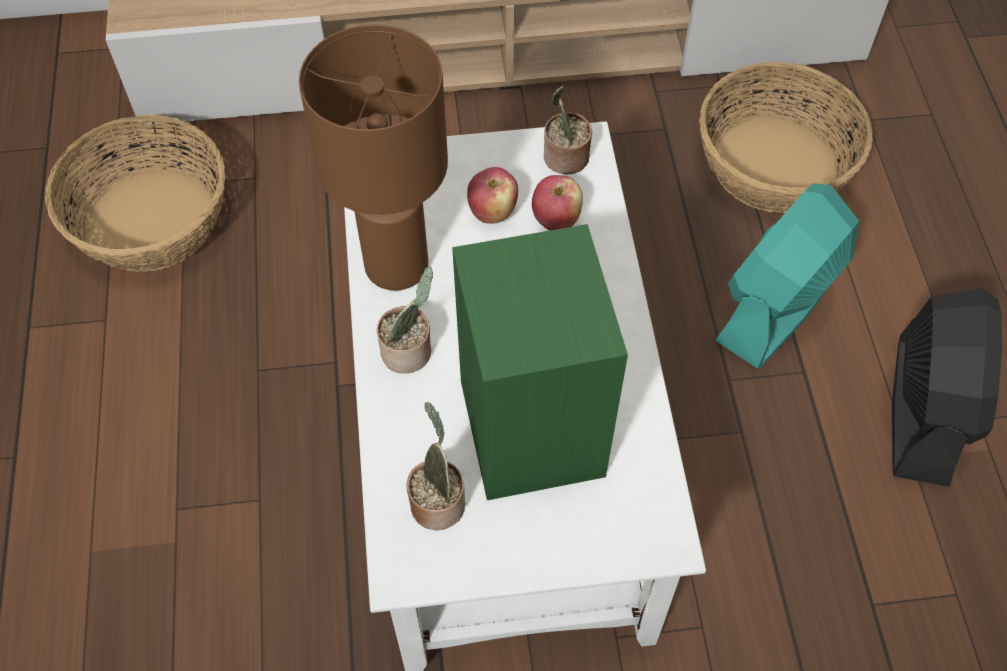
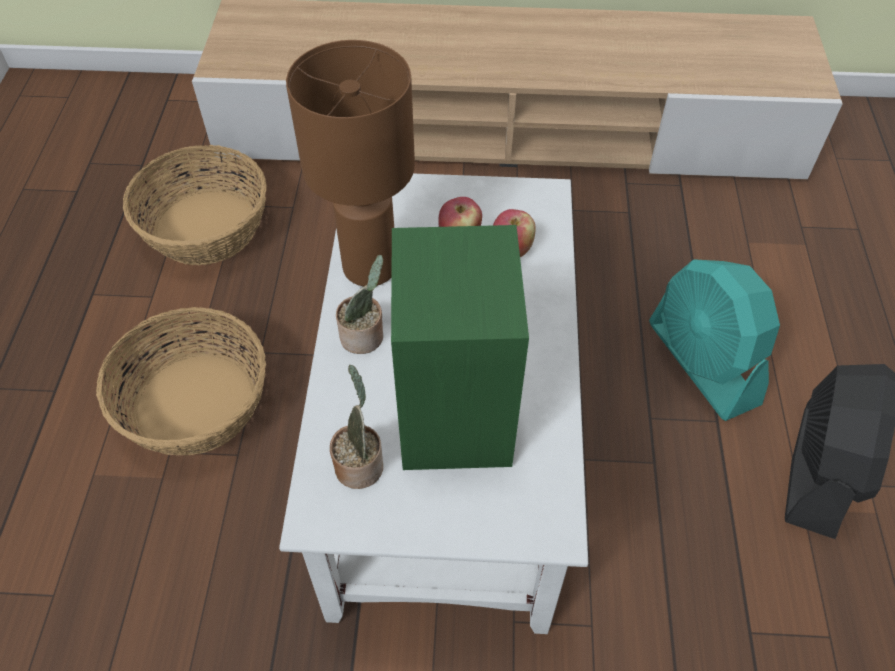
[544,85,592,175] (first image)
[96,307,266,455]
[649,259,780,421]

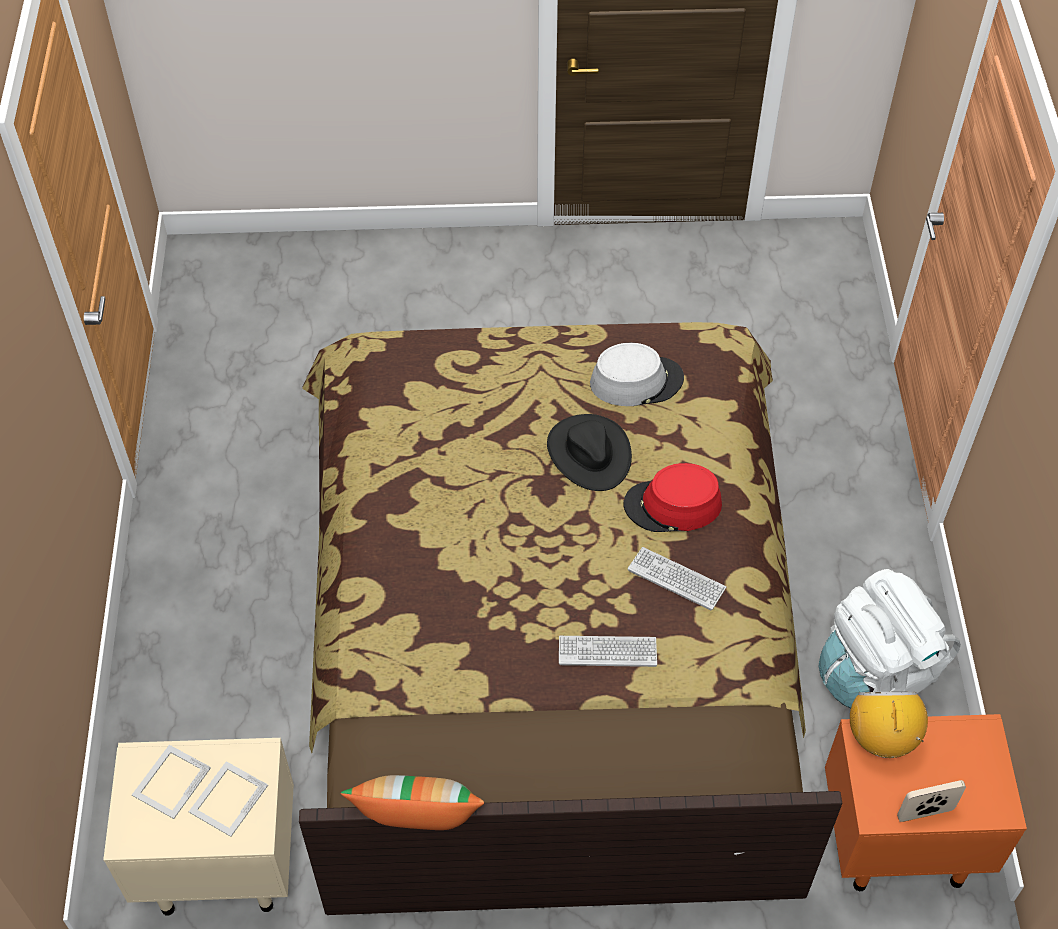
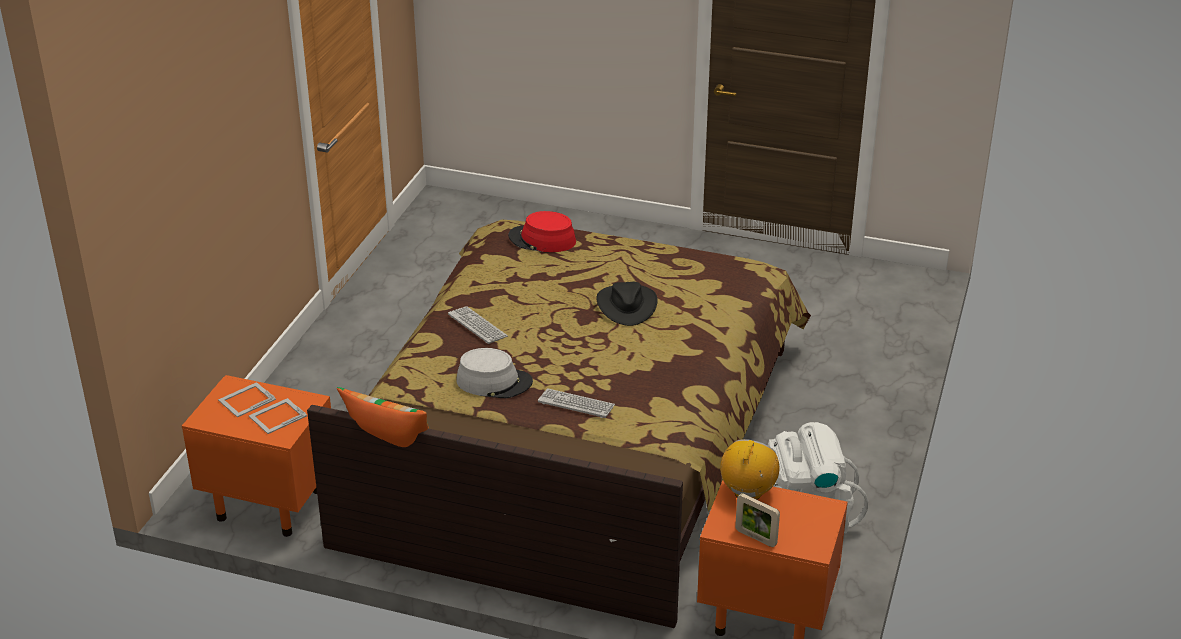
[182,375,331,537]
[456,348,533,398]
[508,211,576,252]
[448,306,508,344]
[735,493,780,547]

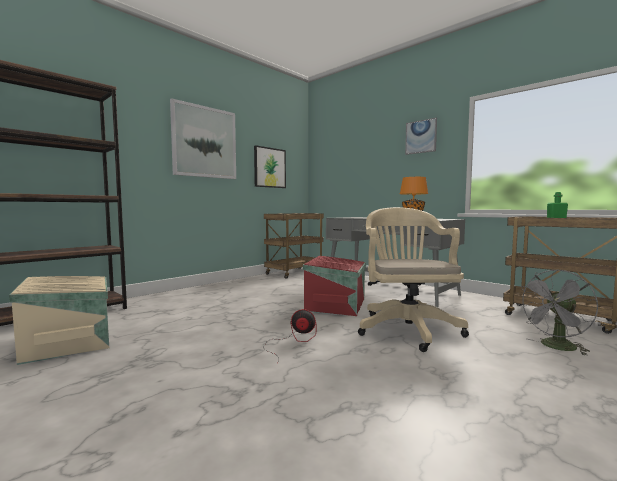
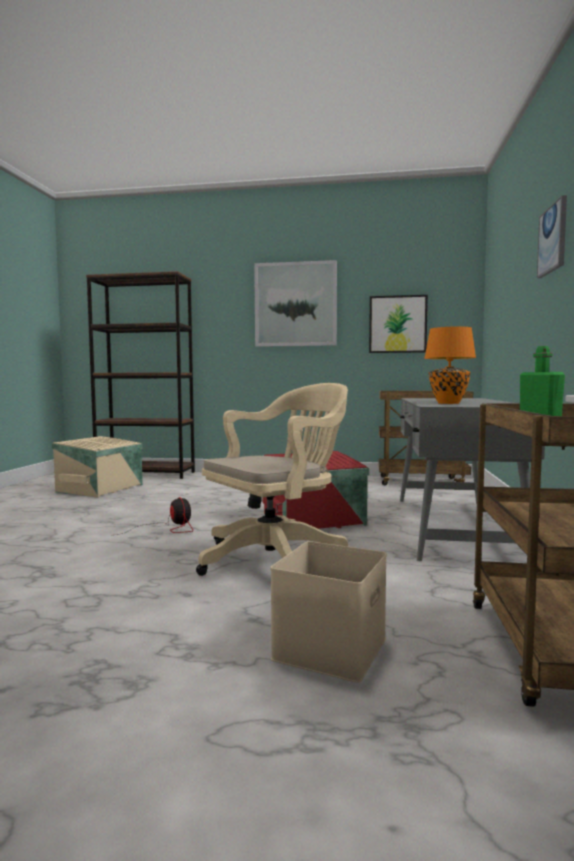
[270,541,387,683]

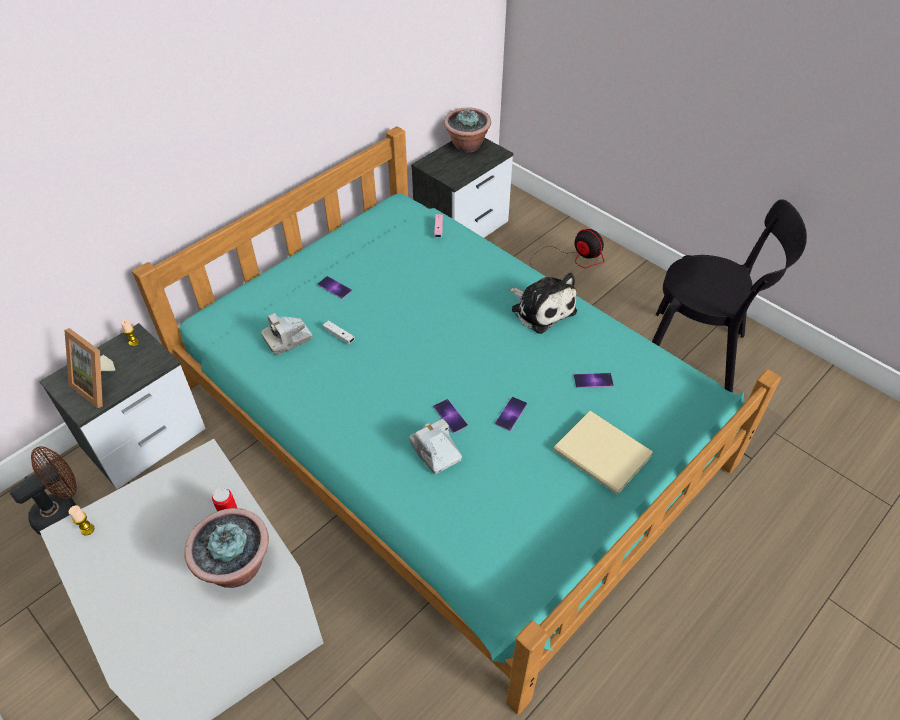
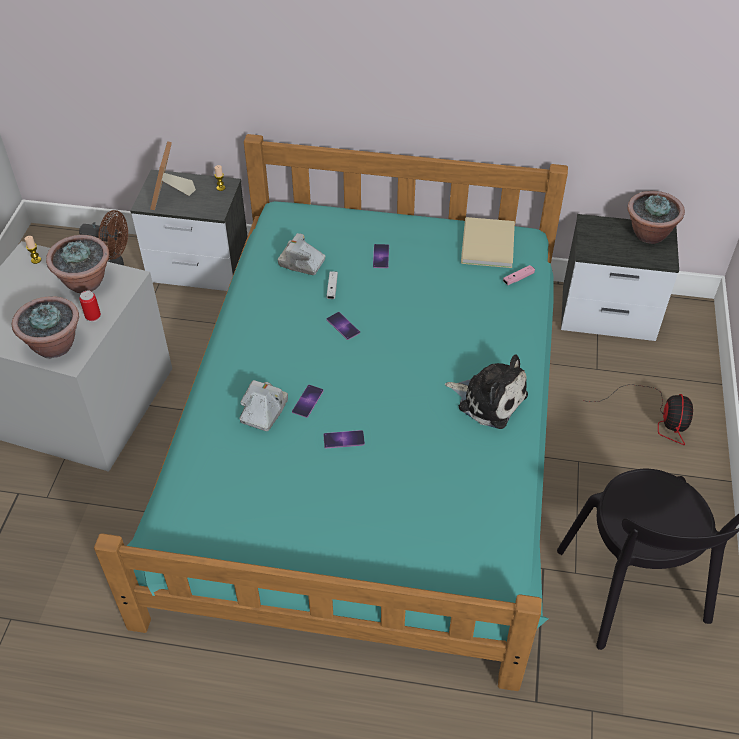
[445,354,528,429]
[461,217,515,268]
[326,312,360,340]
[46,235,109,293]

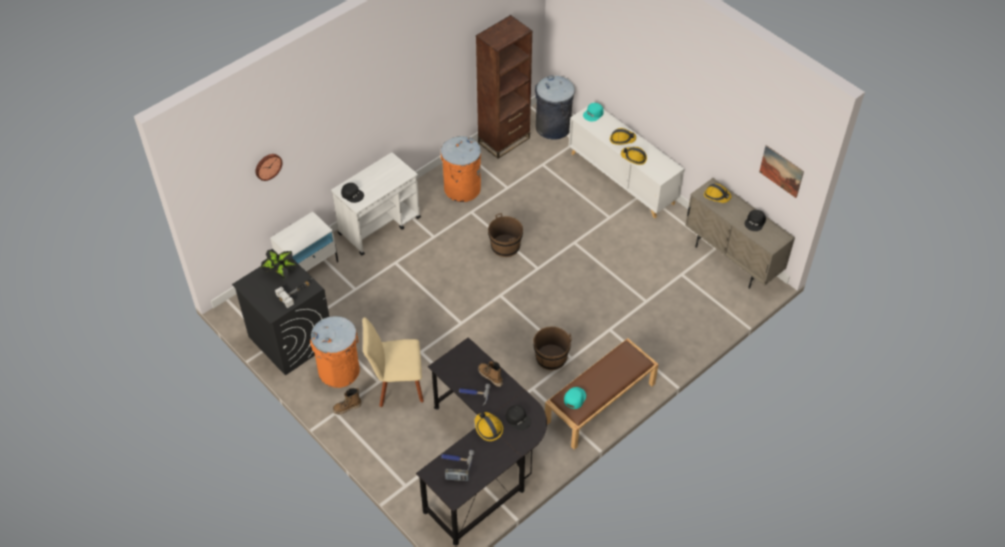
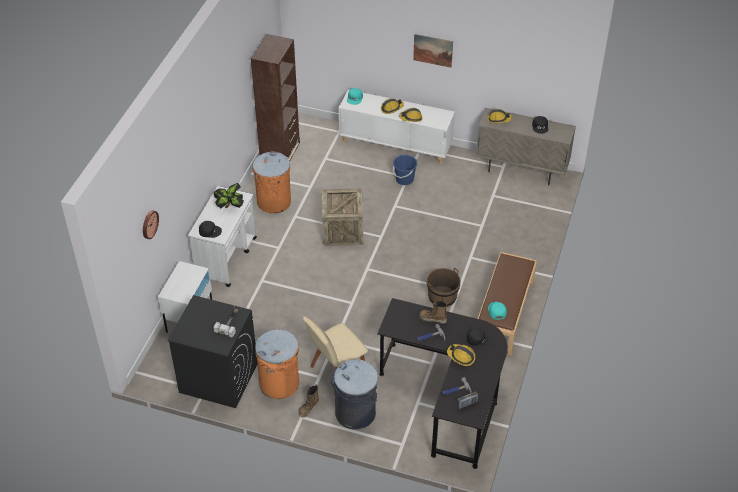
[214,183,244,208]
[322,188,363,246]
[330,359,378,429]
[413,34,453,68]
[393,155,418,185]

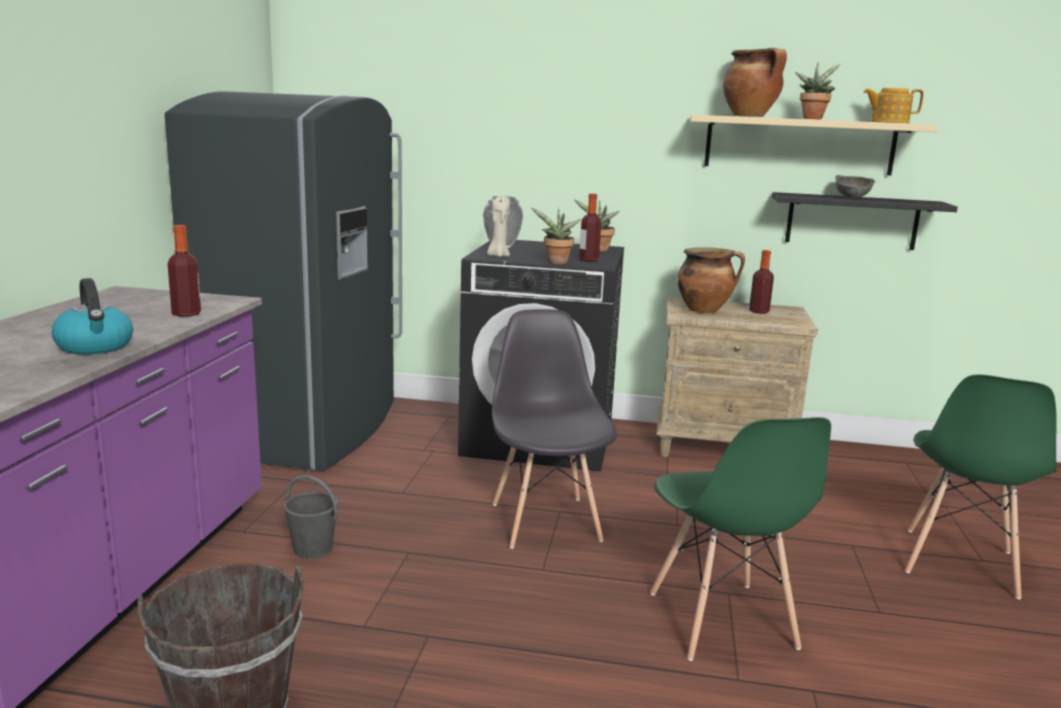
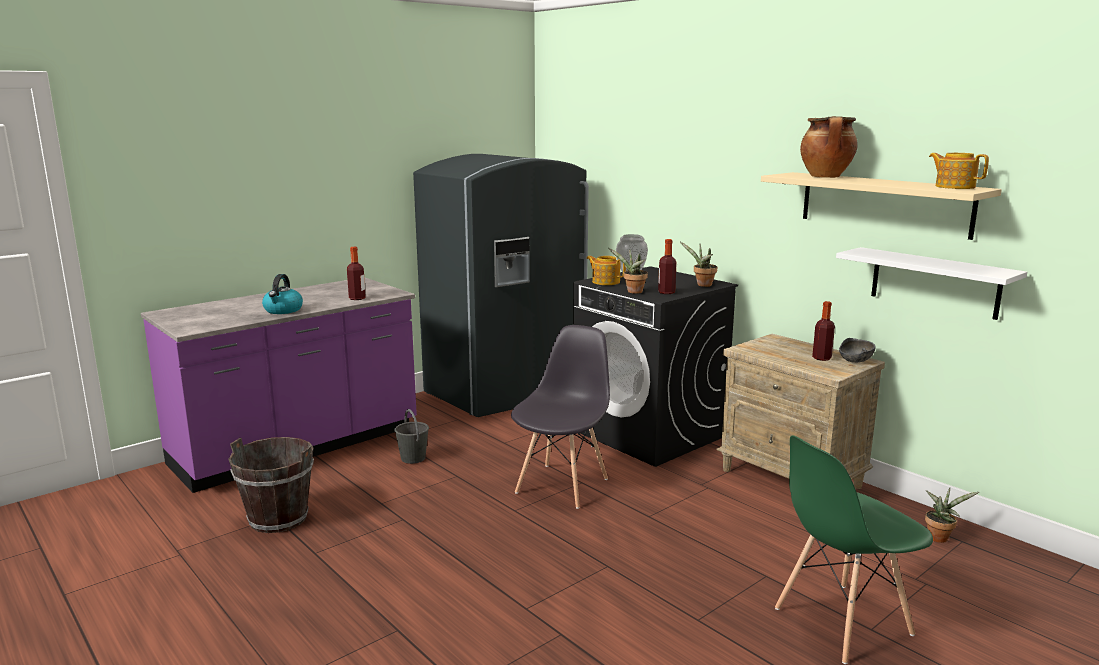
[586,256,626,285]
[650,417,831,661] (first image)
[677,248,745,313] (first image)
[836,247,1027,320]
[925,488,979,543]
[839,338,875,363]

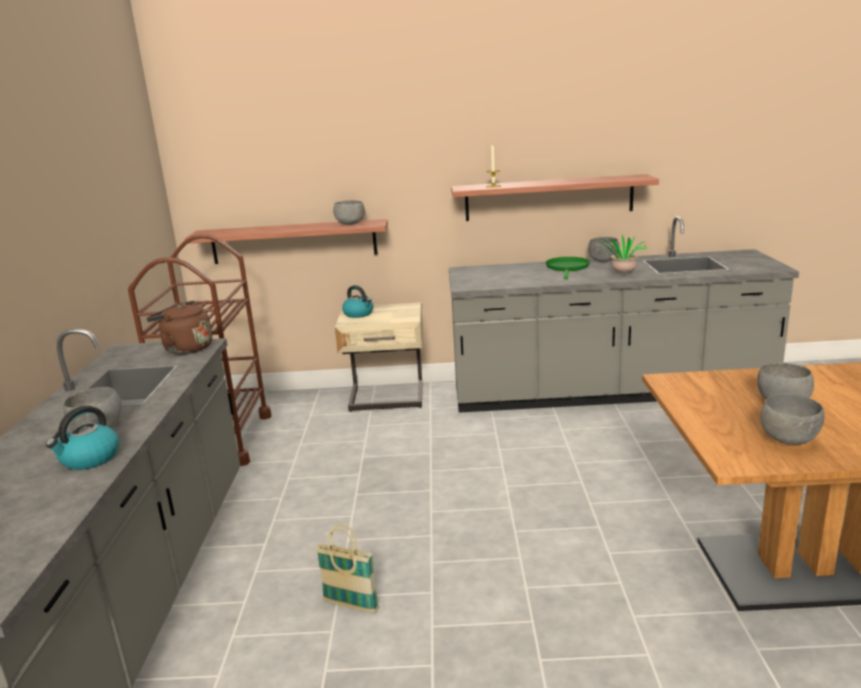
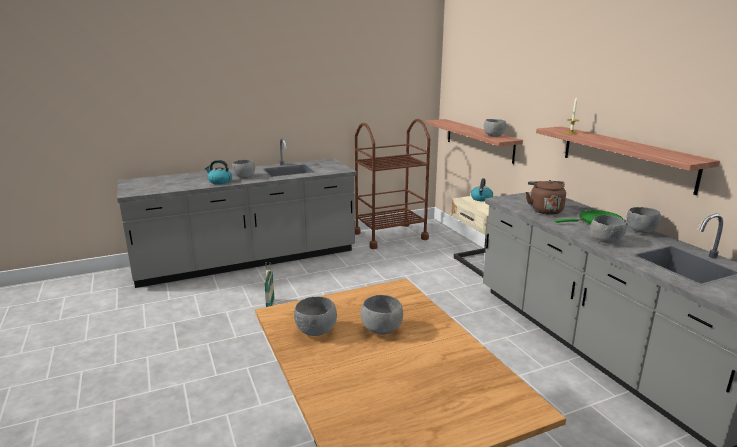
[526,180,566,215]
[590,215,626,243]

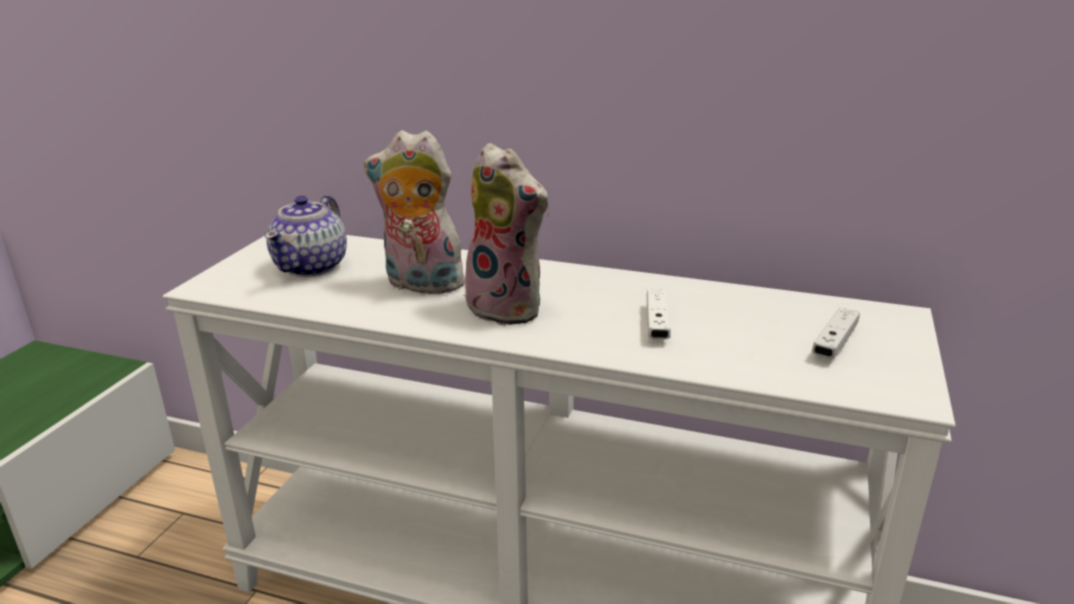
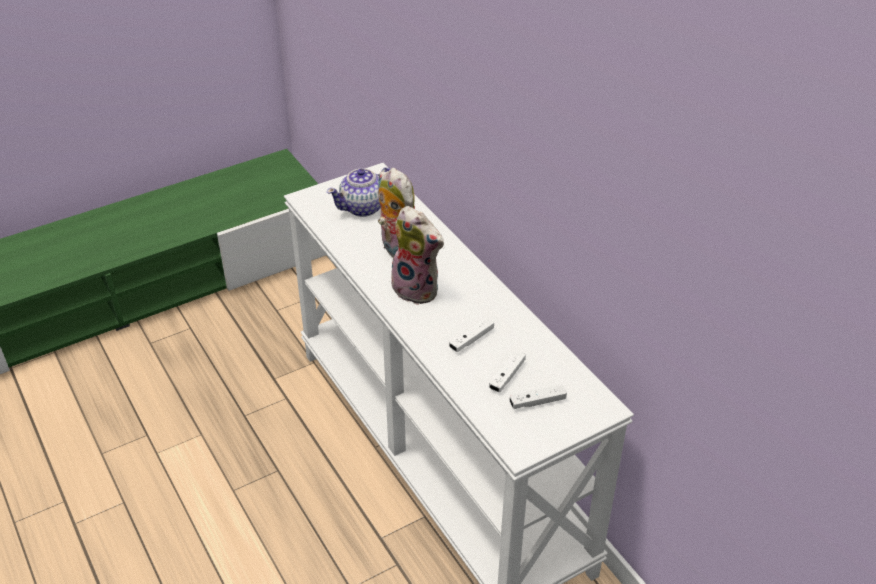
[391,206,444,305]
[489,350,526,392]

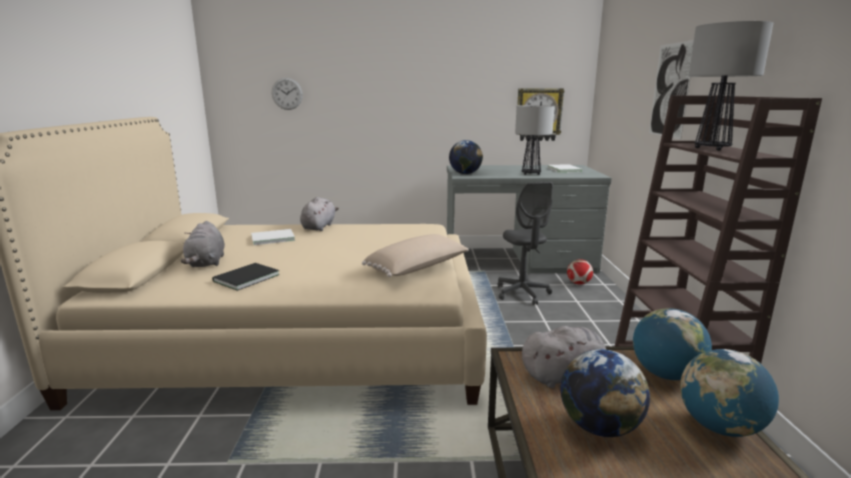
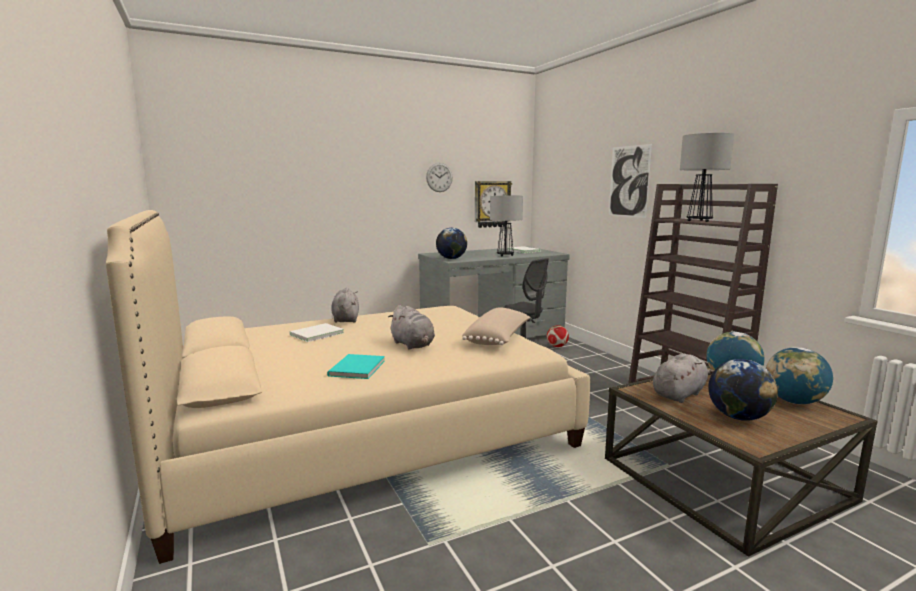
[388,305,435,350]
[327,354,385,379]
[426,163,453,192]

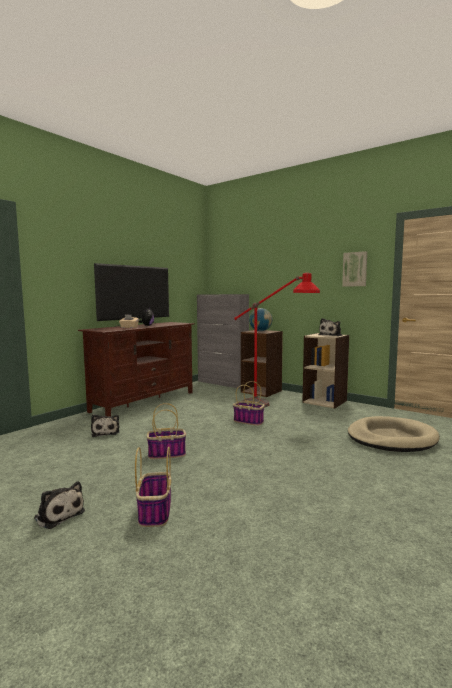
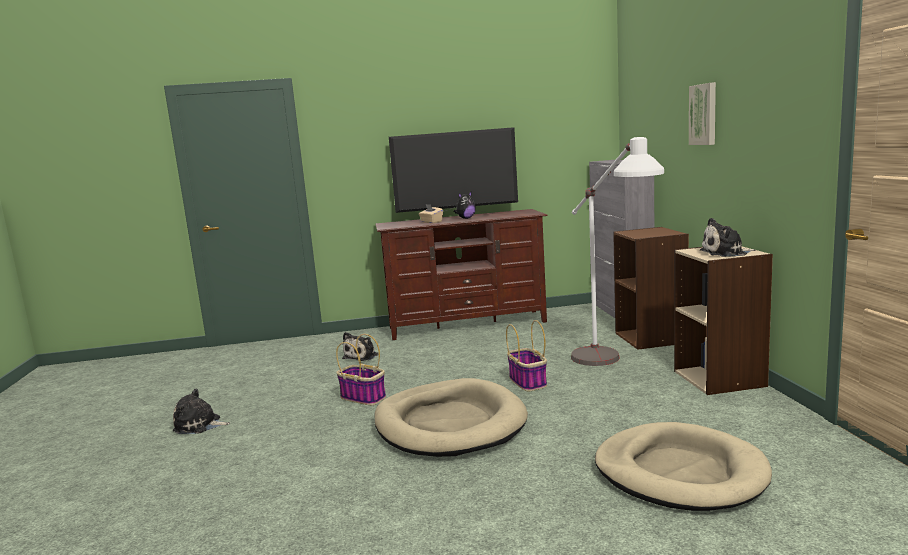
[173,388,230,434]
[135,447,172,527] (first image)
[571,137,664,366]
[249,308,272,331] (first image)
[689,82,716,145]
[374,378,528,457]

